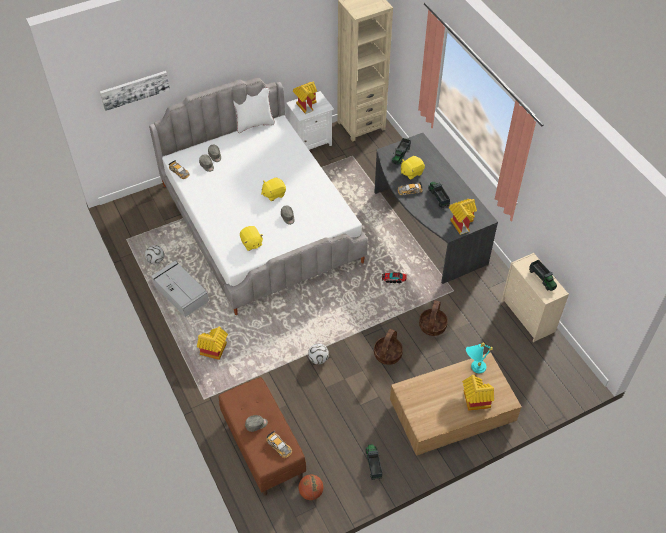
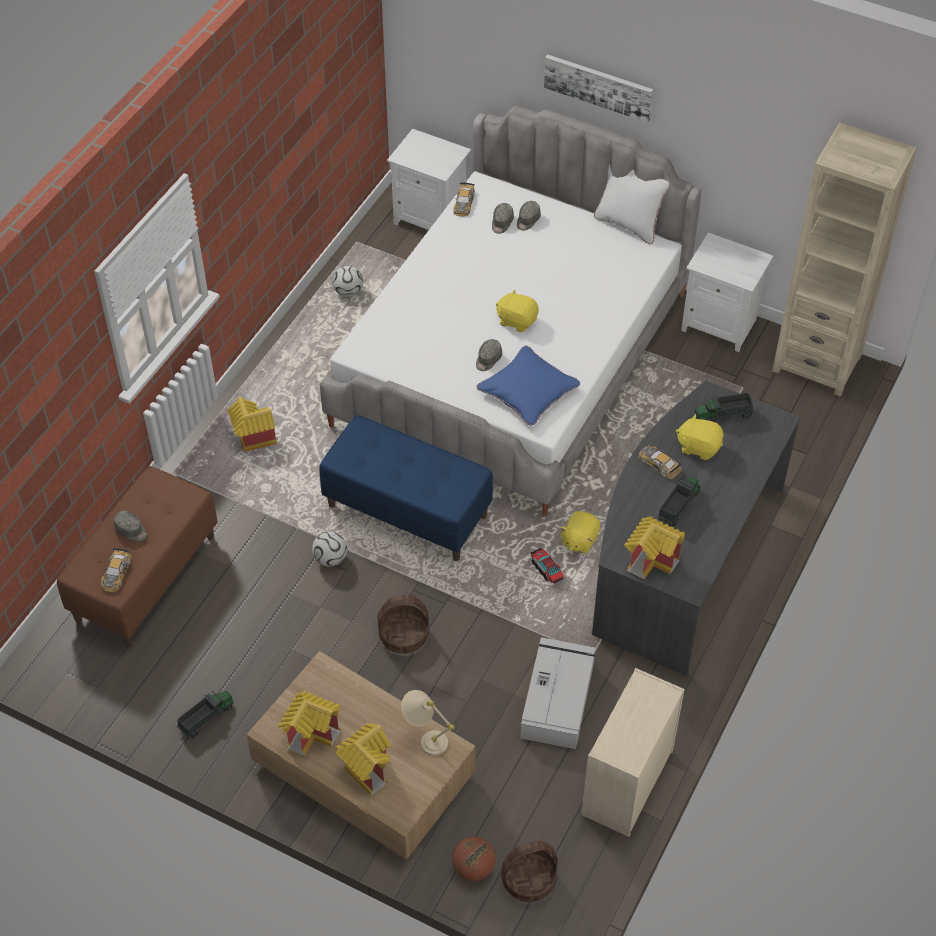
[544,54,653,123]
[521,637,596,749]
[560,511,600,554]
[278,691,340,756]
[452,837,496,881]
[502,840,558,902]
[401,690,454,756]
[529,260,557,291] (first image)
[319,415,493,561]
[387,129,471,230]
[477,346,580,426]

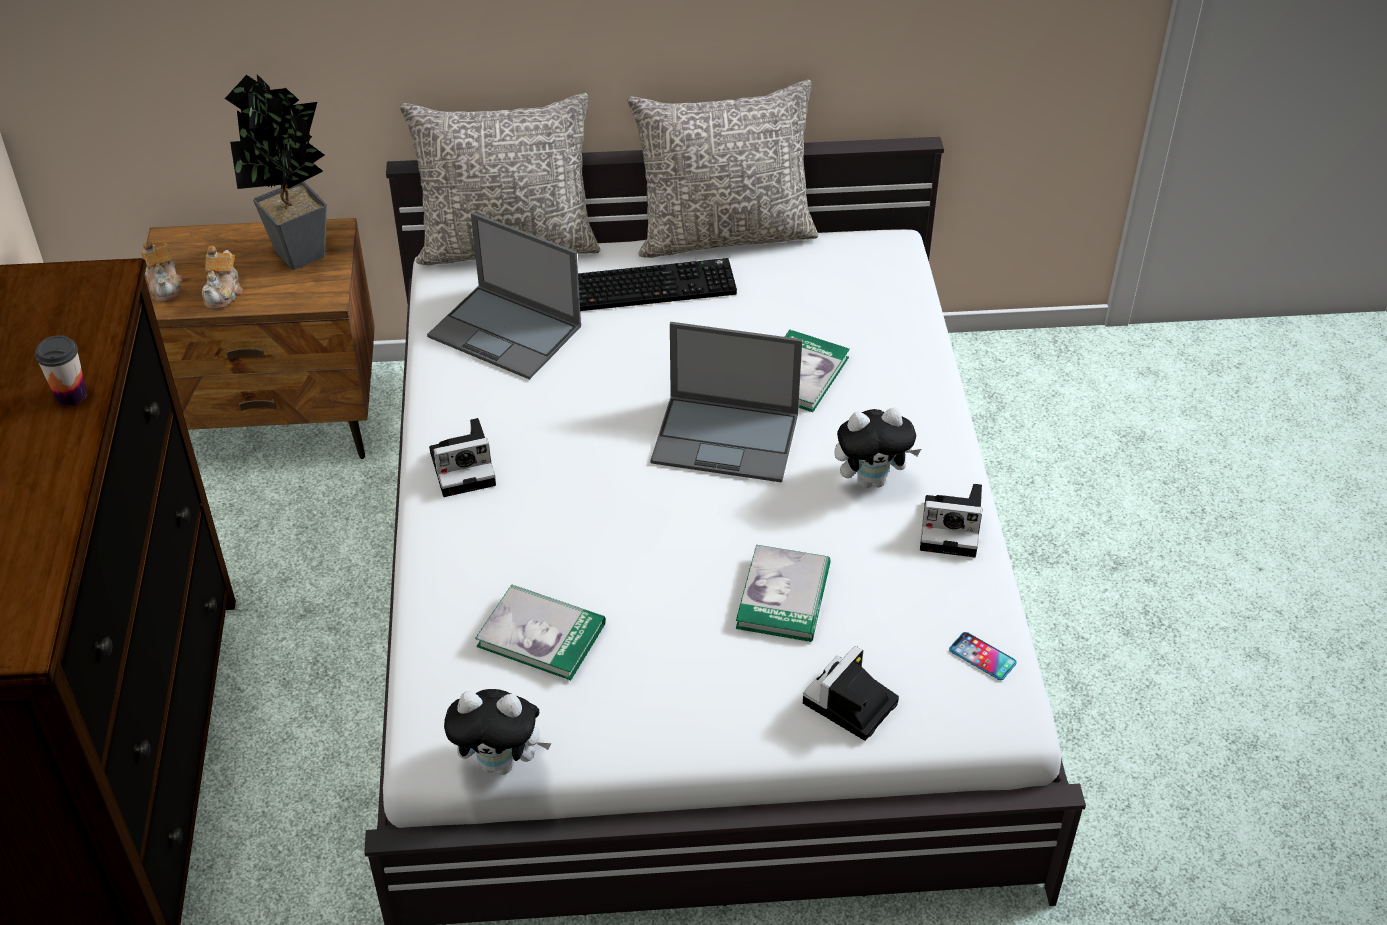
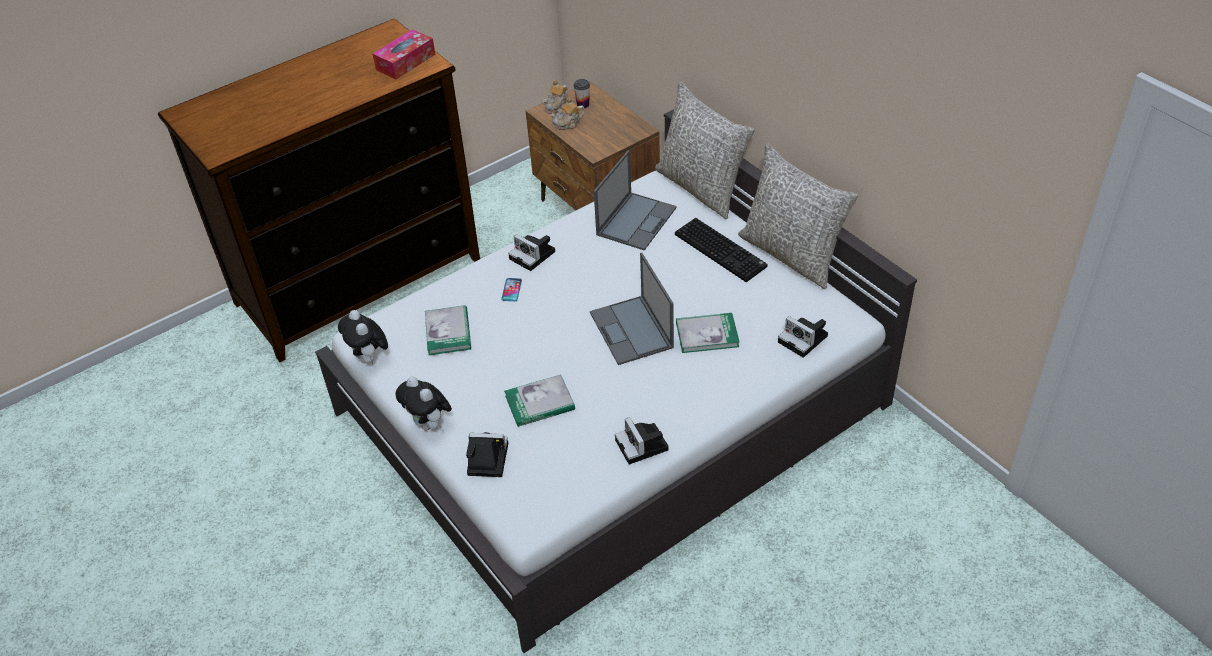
[574,79,590,108]
[225,75,327,270] (first image)
[594,150,677,251]
[395,377,452,430]
[501,278,522,301]
[373,29,435,79]
[778,316,828,358]

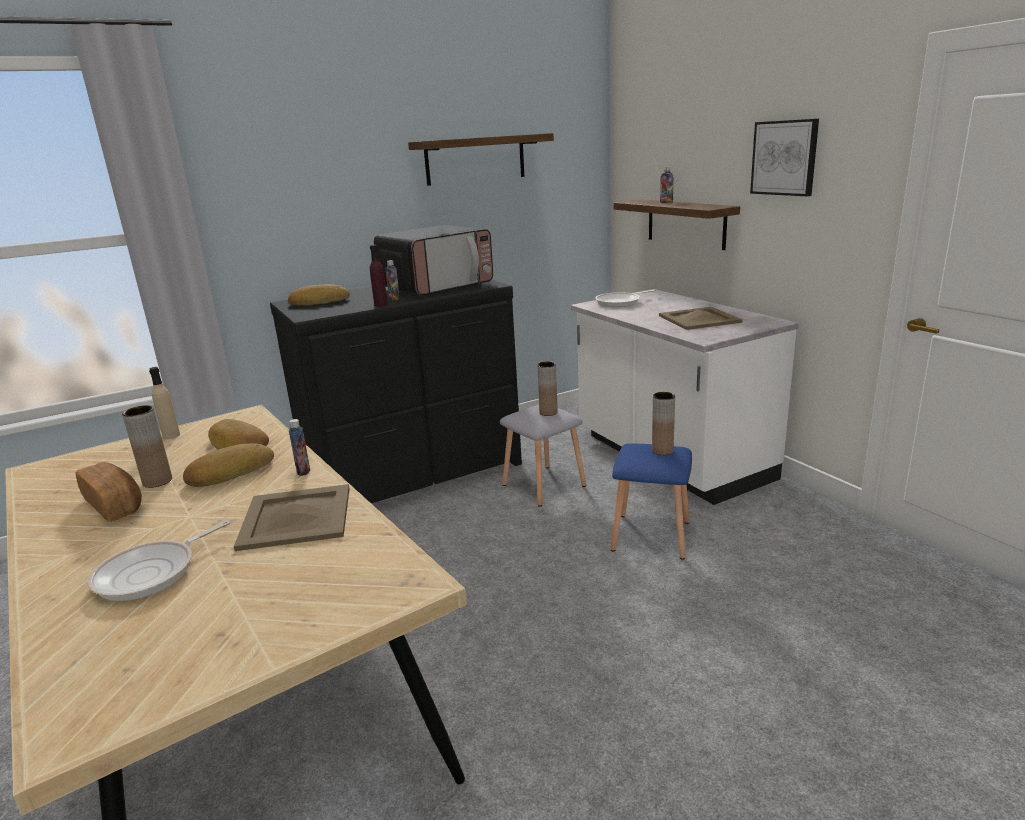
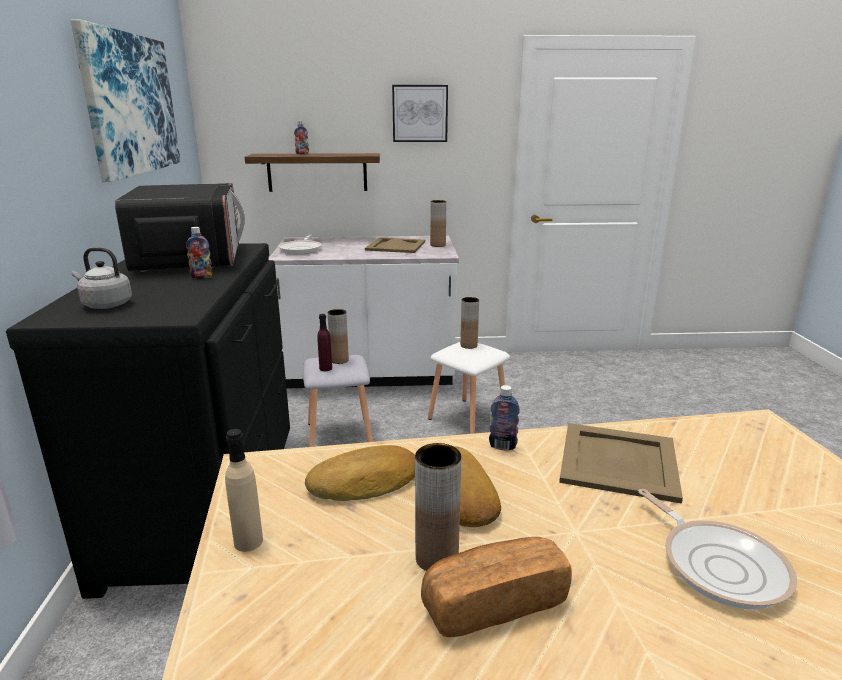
[72,247,132,309]
[317,314,332,371]
[71,19,181,182]
[428,342,510,434]
[430,200,446,247]

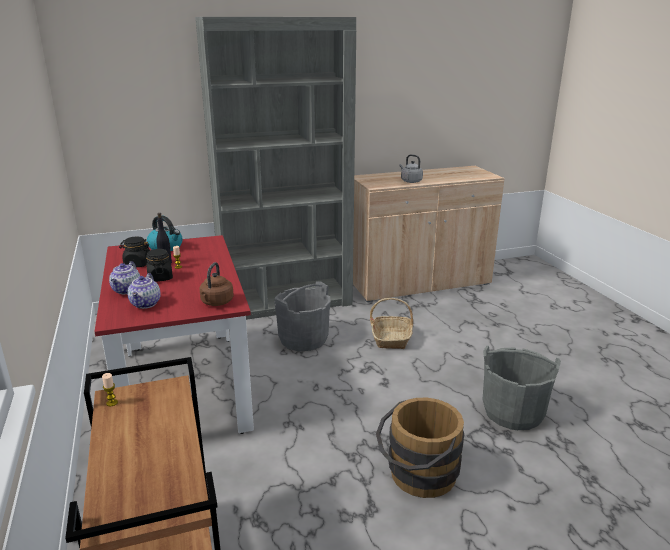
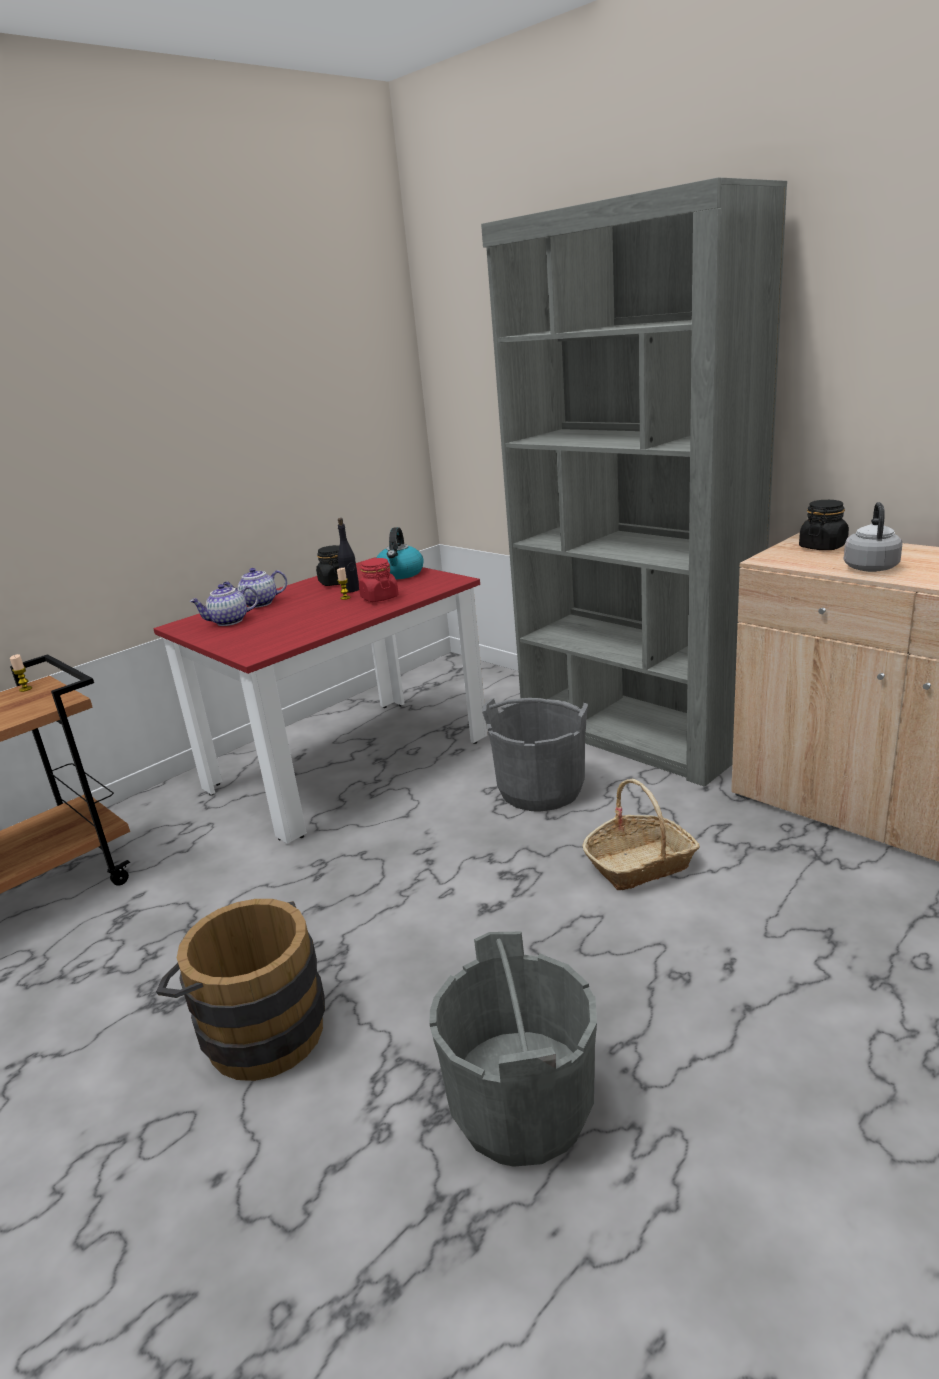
[799,500,849,550]
[199,262,234,306] (first image)
[359,558,399,602]

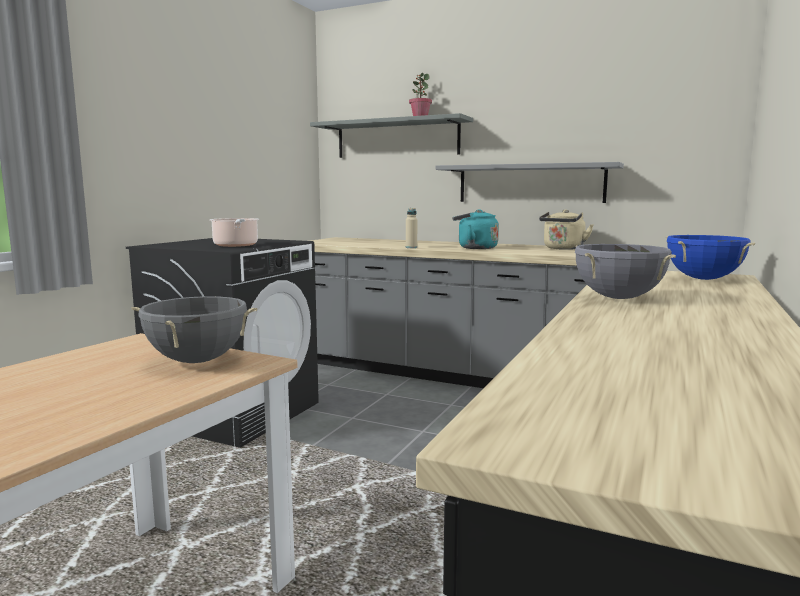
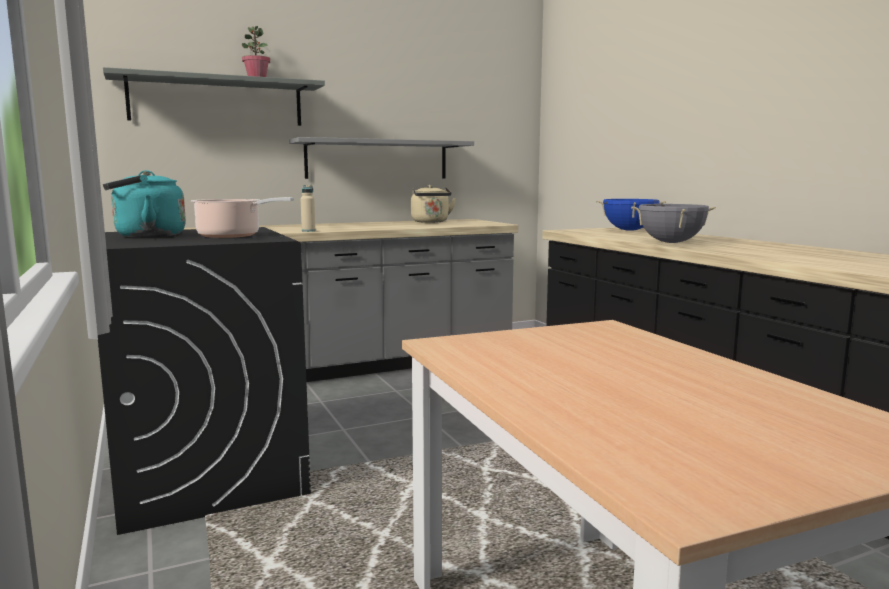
[132,296,257,363] (first image)
[103,170,186,238]

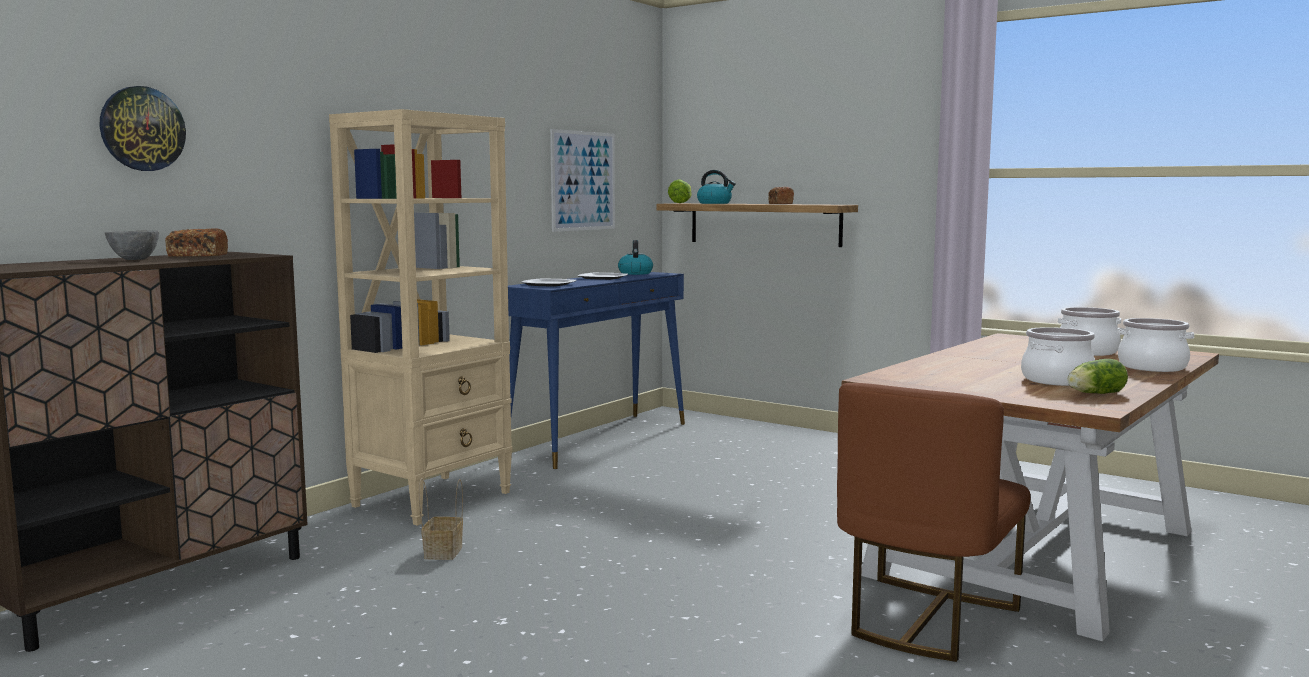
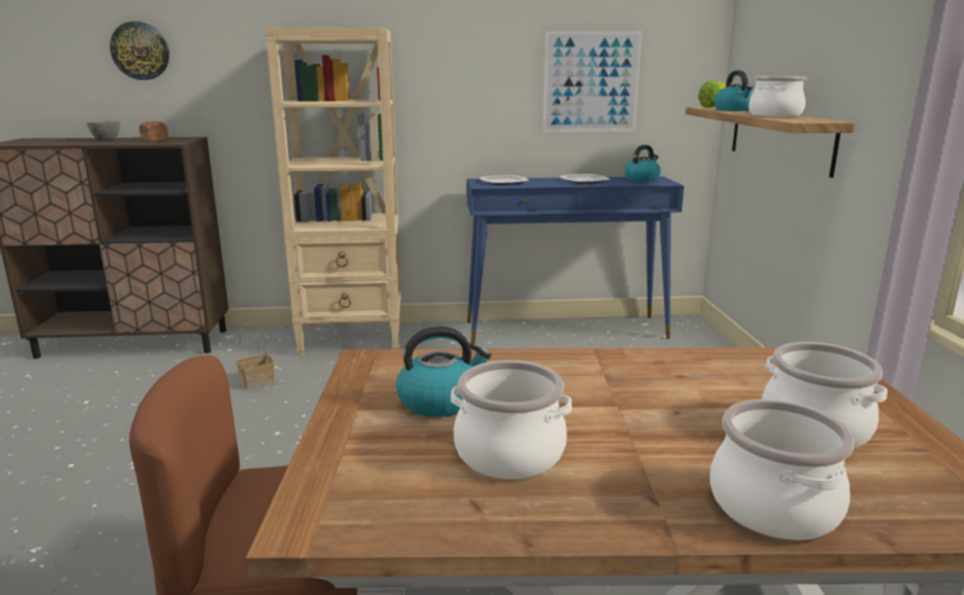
[749,76,807,117]
[1067,359,1128,394] (first image)
[396,326,491,417]

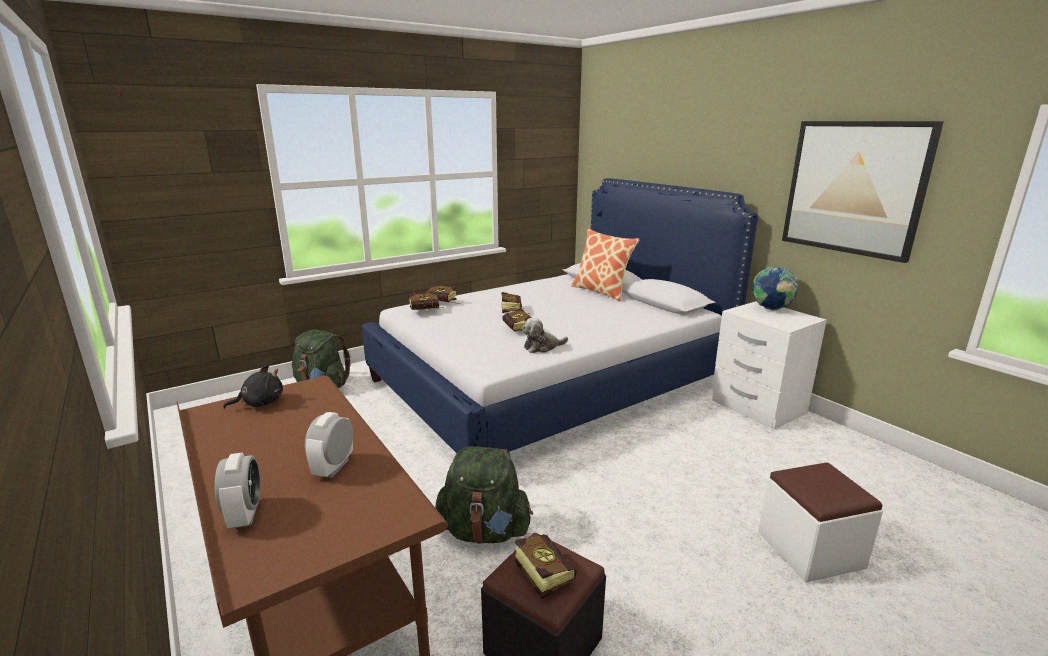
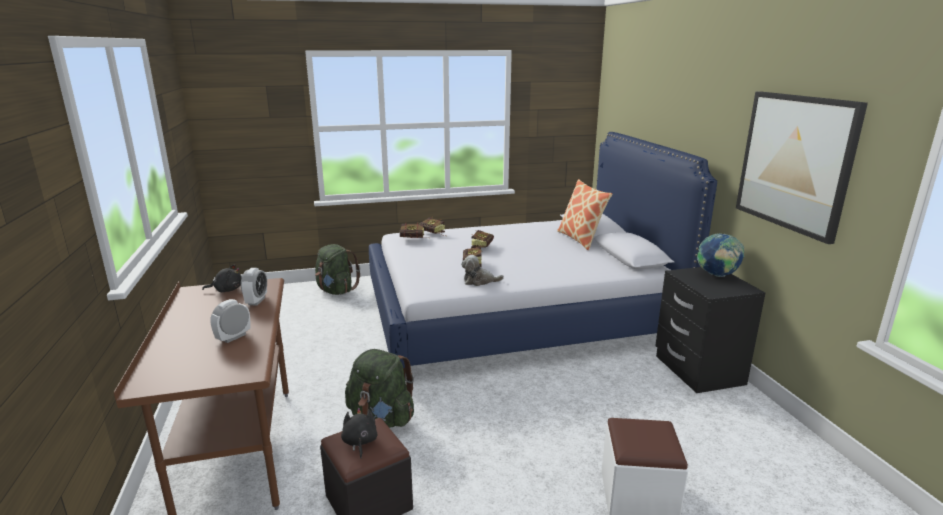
[241,268,267,305]
[341,408,378,458]
[655,267,765,393]

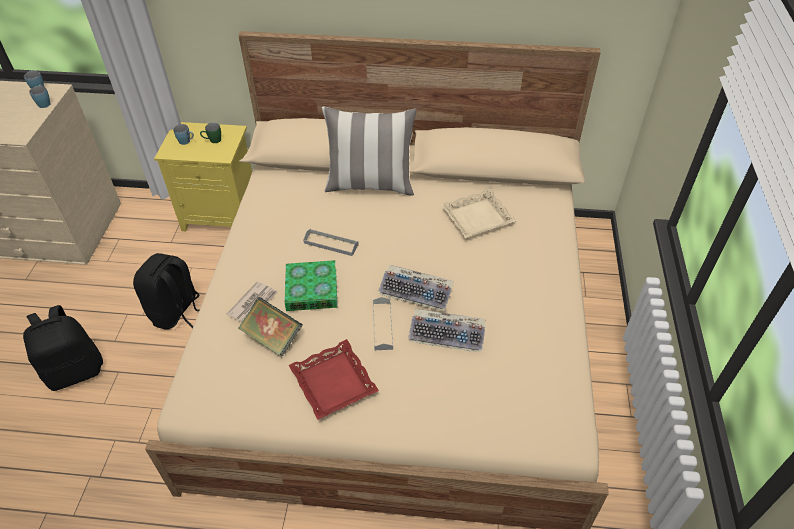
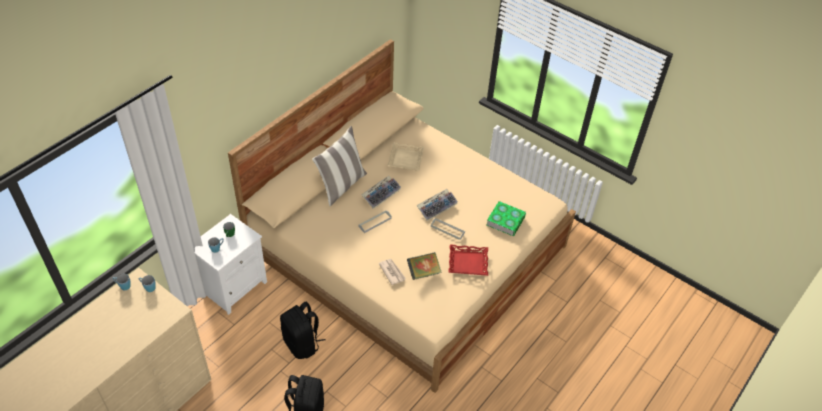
[195,214,267,315]
[486,201,526,236]
[361,176,401,209]

